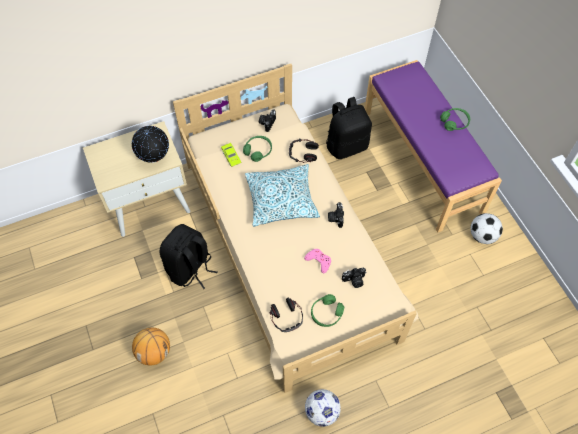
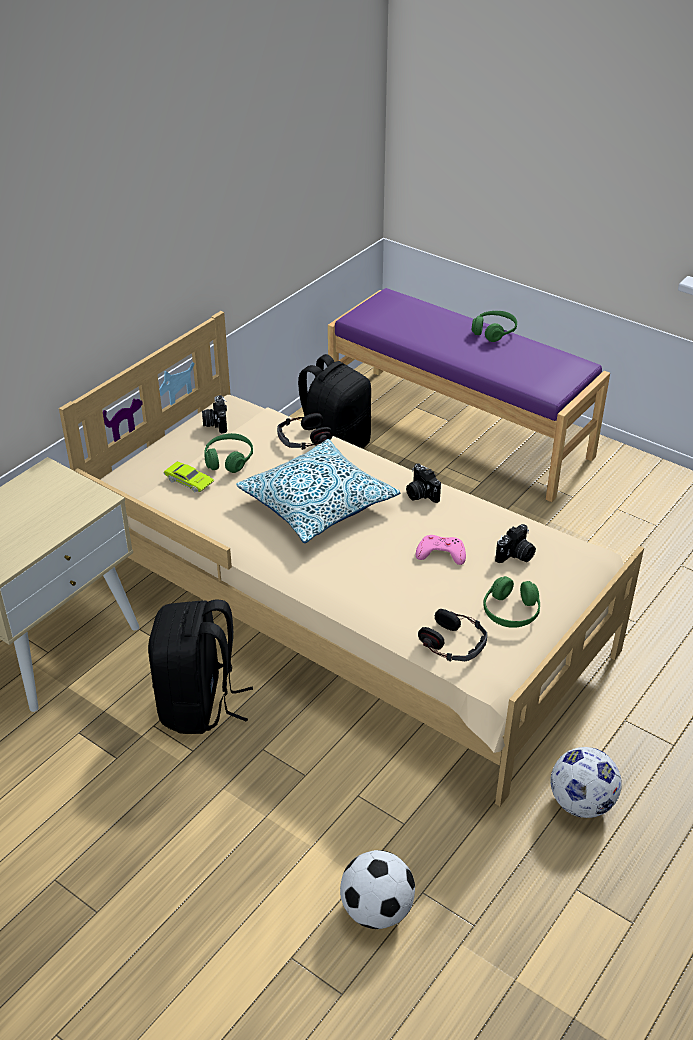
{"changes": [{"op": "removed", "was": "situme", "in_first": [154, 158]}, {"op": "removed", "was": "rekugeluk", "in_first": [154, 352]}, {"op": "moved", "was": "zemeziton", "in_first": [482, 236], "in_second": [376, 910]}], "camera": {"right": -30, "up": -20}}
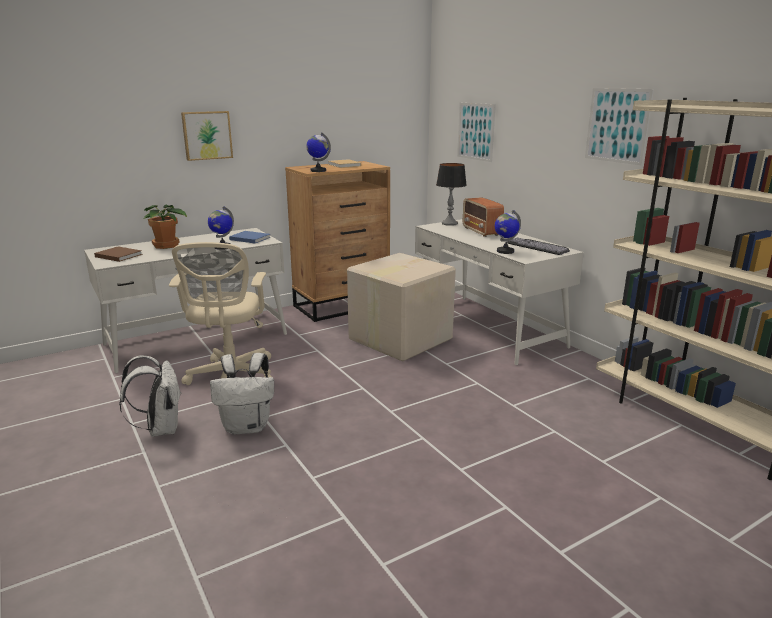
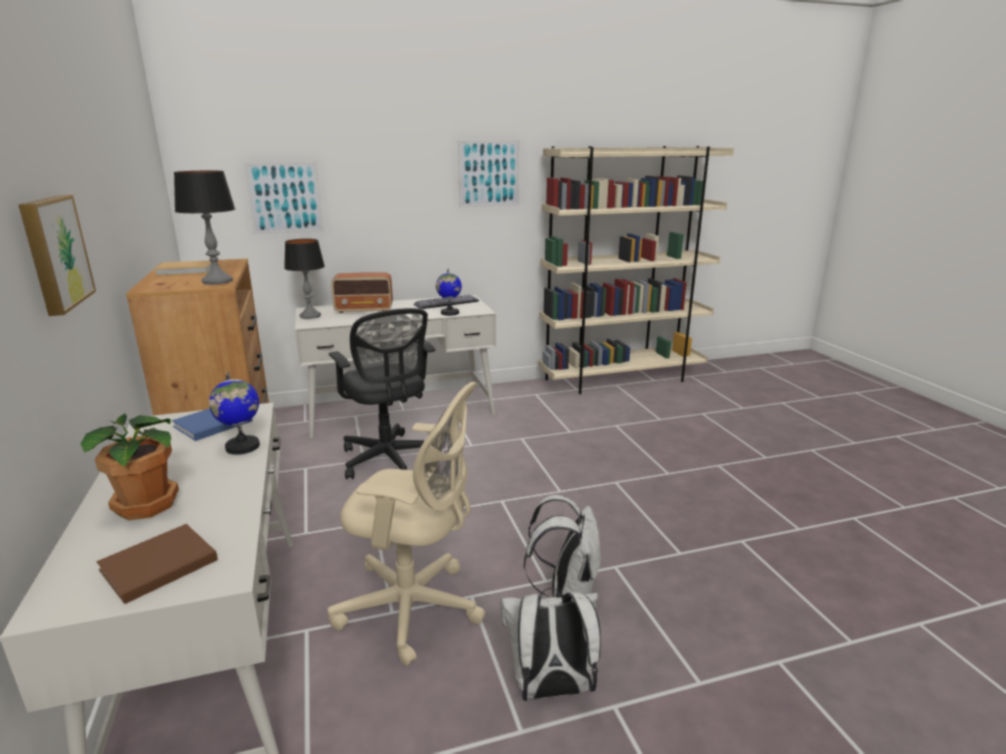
{"changes": [{"op": "replaced", "was": "situme", "now": "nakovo", "in_first": [318, 171], "in_second": [217, 281]}, {"op": "replaced", "was": "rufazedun", "now": "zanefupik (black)", "in_first": [398, 339], "in_second": [389, 461]}], "camera": {"right": -75, "up": 0}}
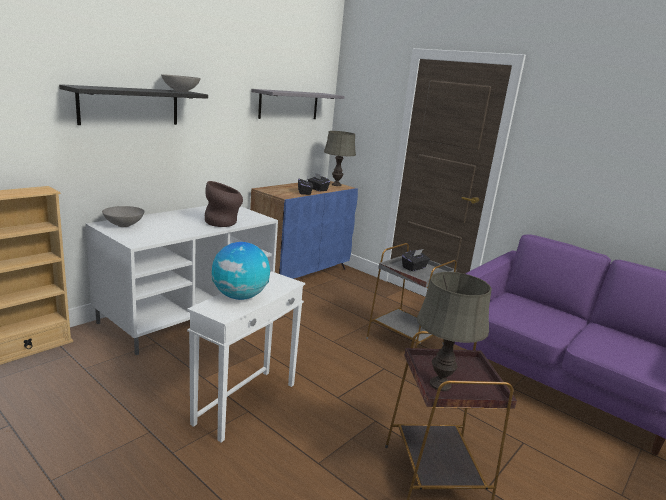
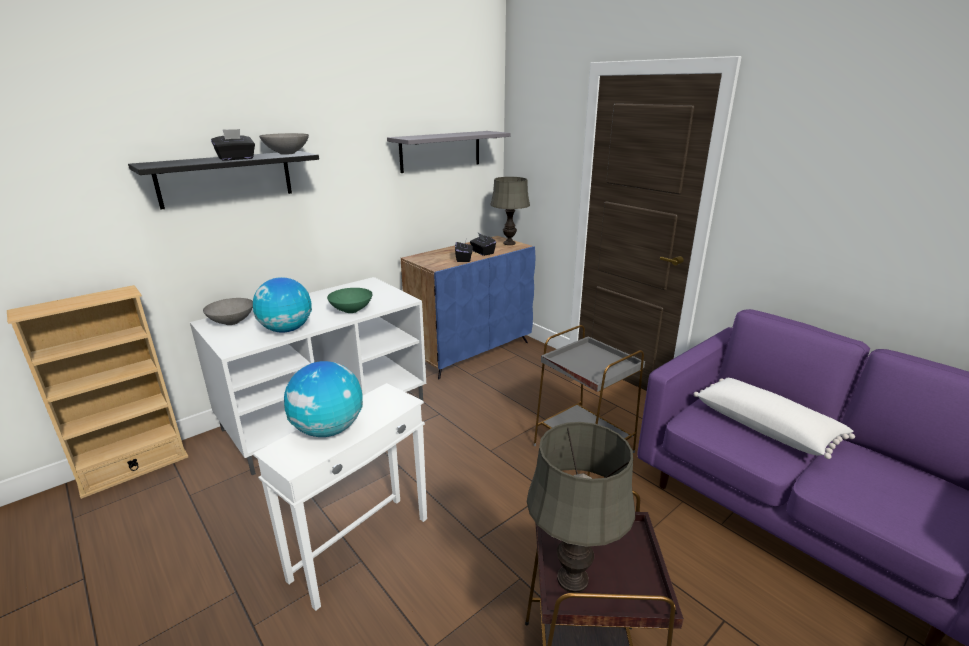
{"changes": [{"op": "added", "now": "situme", "in_second": [286, 330]}, {"op": "added", "now": "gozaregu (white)", "in_second": [766, 427]}, {"op": "moved", "was": "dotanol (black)", "in_first": [414, 268], "in_second": [236, 159]}, {"op": "replaced", "was": "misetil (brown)", "now": "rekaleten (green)", "in_first": [223, 223], "in_second": [352, 310]}], "camera": {"right": 10, "up": 5}}
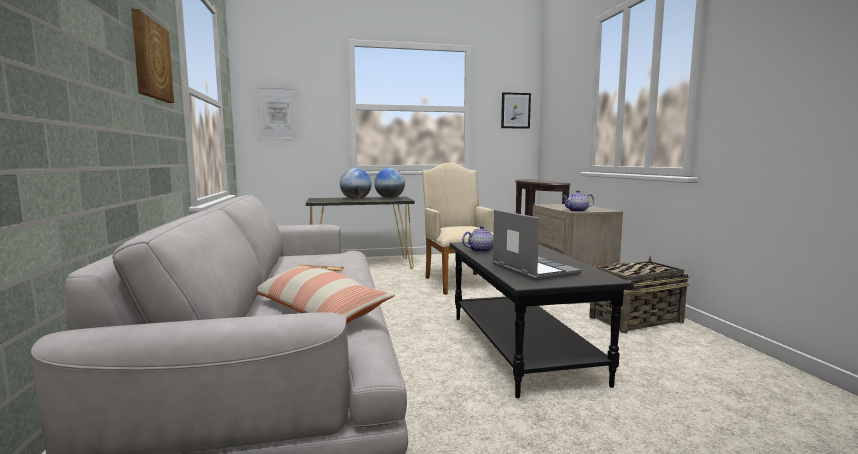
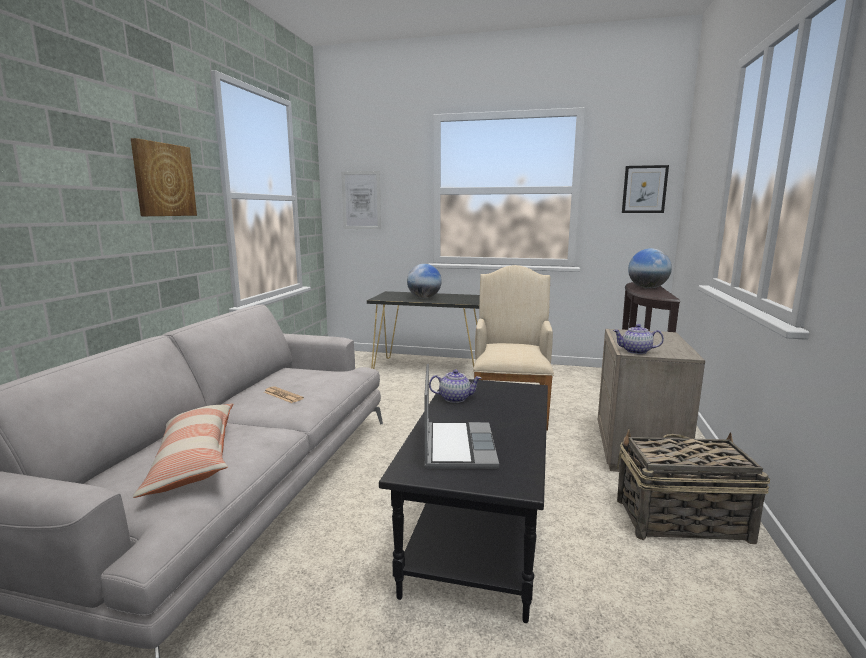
{"changes": [{"op": "moved", "was": "situme", "in_first": [389, 198], "in_second": [647, 288]}], "camera": {"right": 25, "up": 5}}
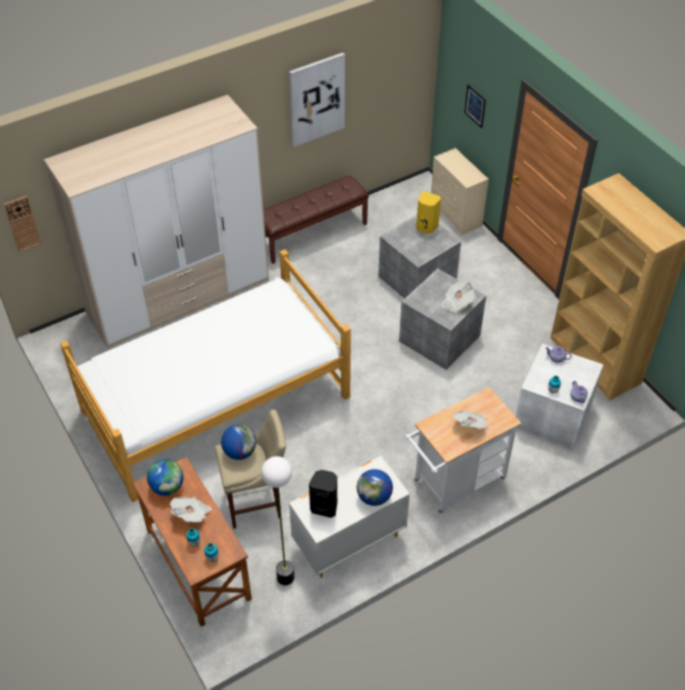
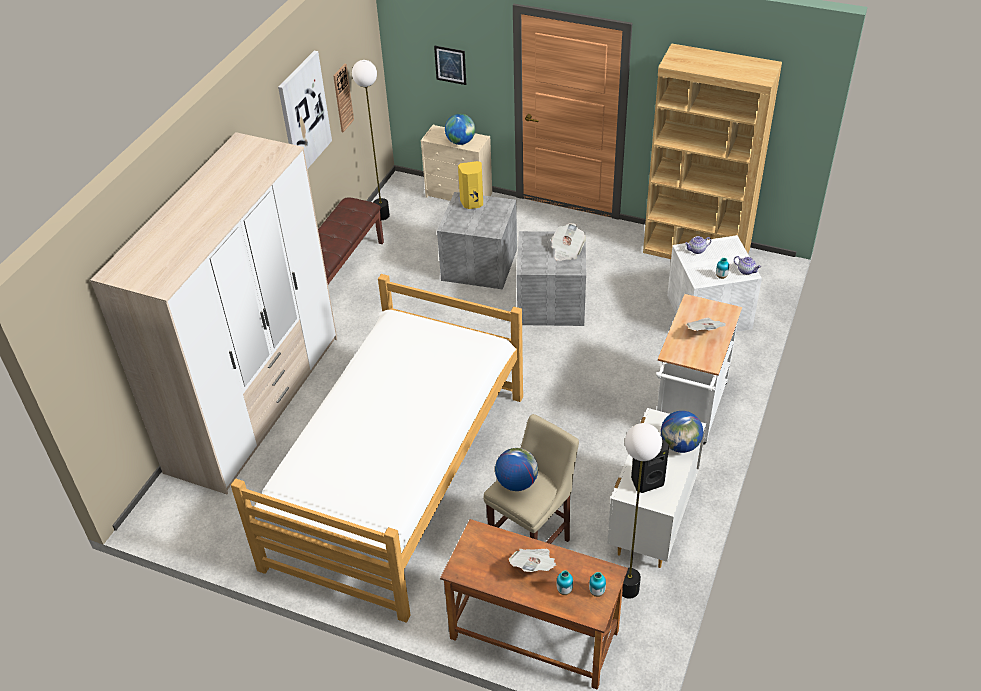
{"changes": [{"op": "added", "now": "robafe", "in_second": [382, 215]}, {"op": "moved", "was": "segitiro", "in_first": [22, 223], "in_second": [343, 98]}, {"op": "moved", "was": "situme", "in_first": [167, 487], "in_second": [460, 142]}], "camera": {"right": -35, "up": -5}}
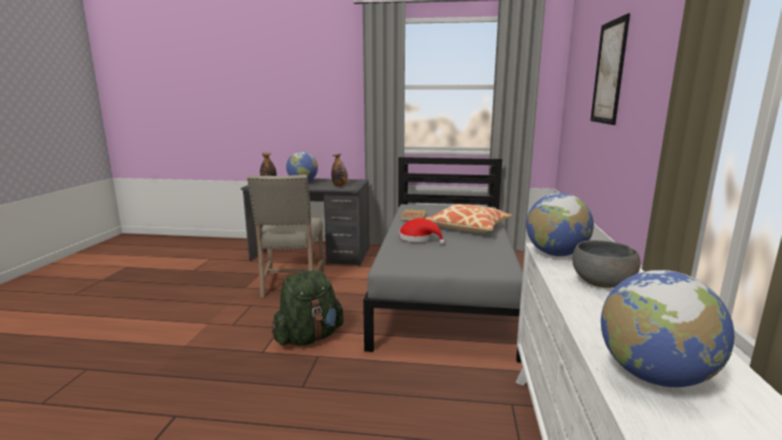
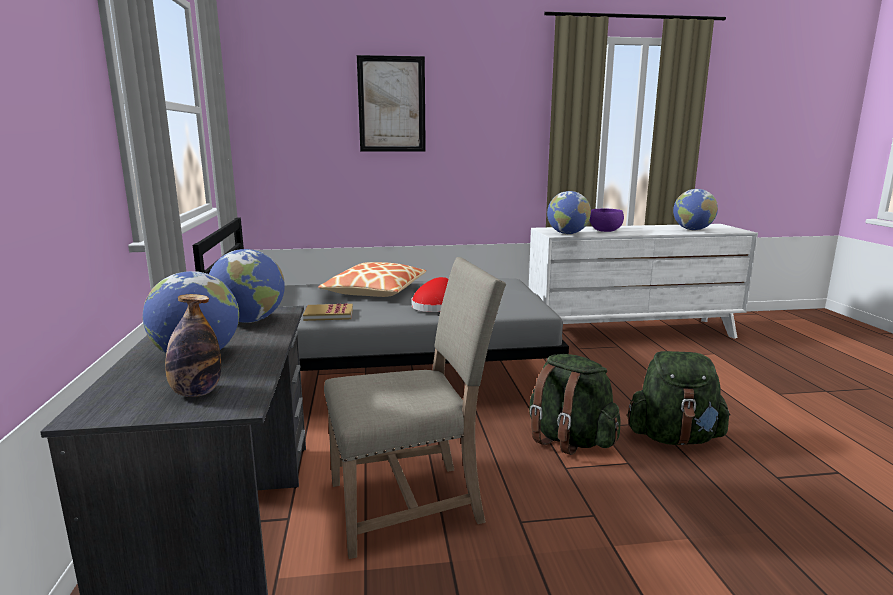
{"changes": [{"op": "added", "now": "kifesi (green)", "in_second": [674, 438]}, {"op": "replaced", "was": "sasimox", "now": "situme", "in_first": [340, 186], "in_second": [249, 321]}, {"op": "recoloured", "was": "rekaleten (grey)", "now": "rekaleten (purple)", "in_first": [602, 282], "in_second": [605, 230]}], "camera": {"right": -105, "up": 0}}
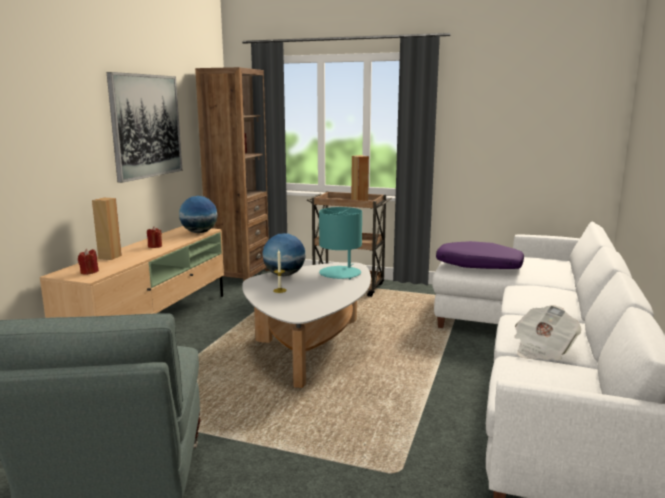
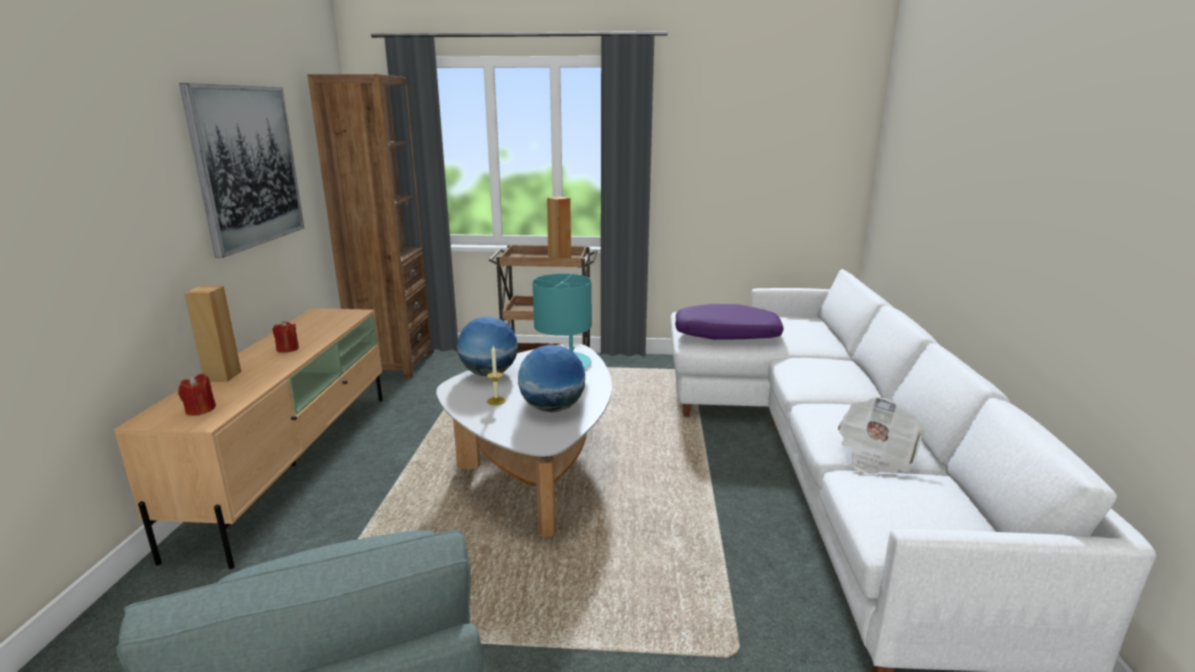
{"changes": [{"op": "moved", "was": "situme", "in_first": [199, 232], "in_second": [552, 408]}], "camera": {"right": -15, "up": 5}}
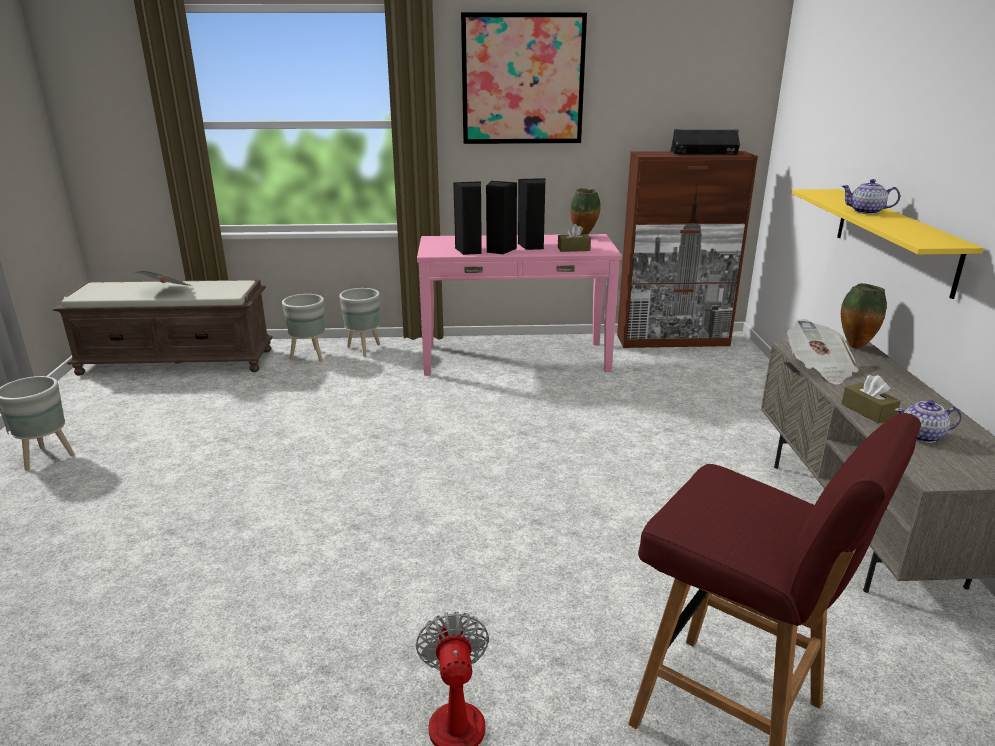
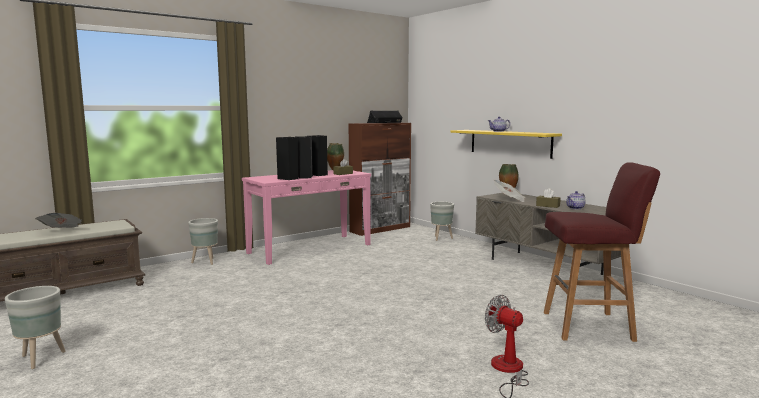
{"changes": [{"op": "removed", "was": "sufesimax", "in_first": [522, 79]}, {"op": "moved", "was": "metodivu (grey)", "in_first": [309, 356], "in_second": [441, 238]}], "camera": {"right": -35, "up": -15}}
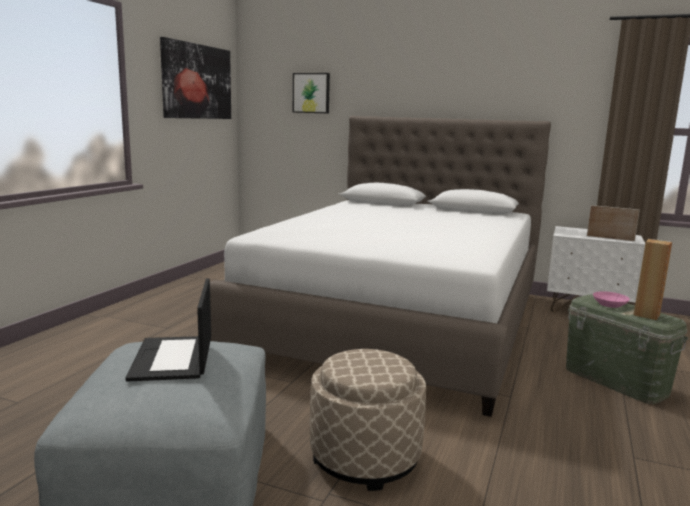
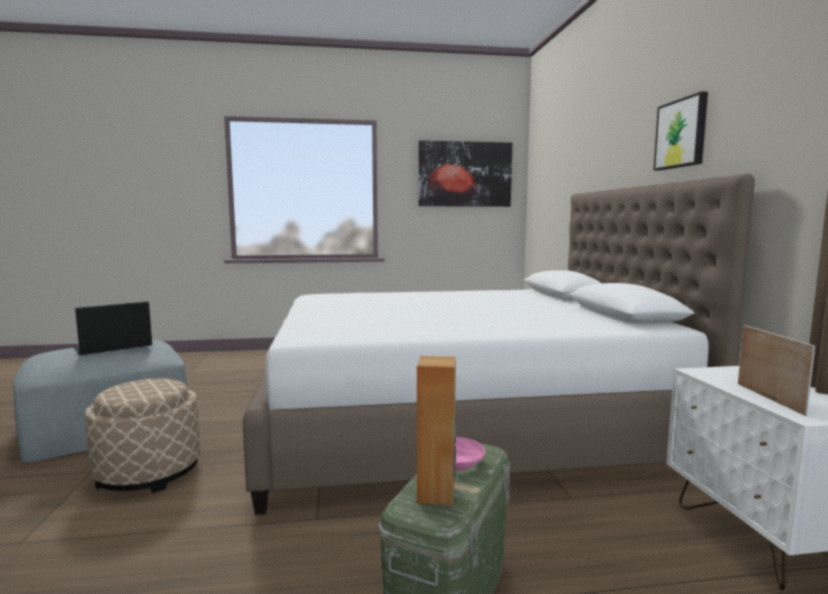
{"changes": [{"op": "moved", "was": "sufesimax", "in_first": [311, 93], "in_second": [682, 134]}], "camera": {"right": 60, "up": -5}}
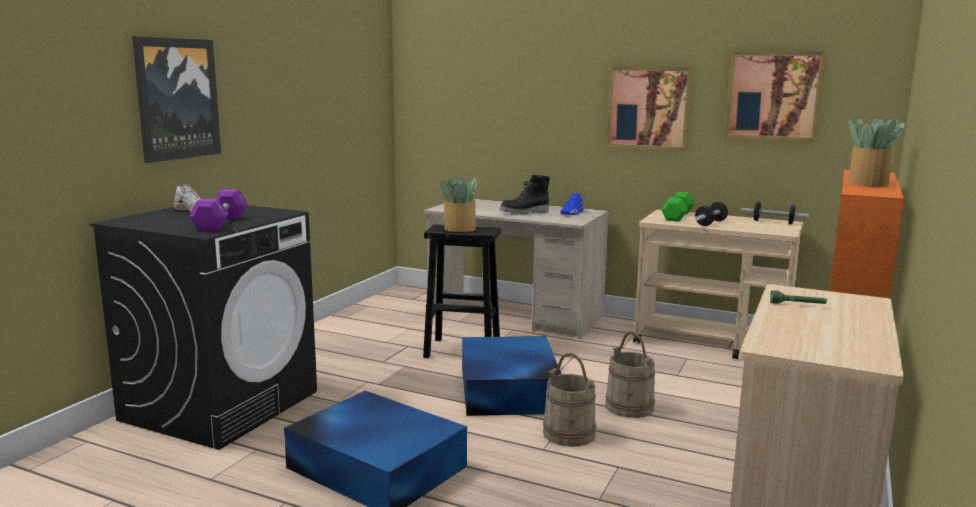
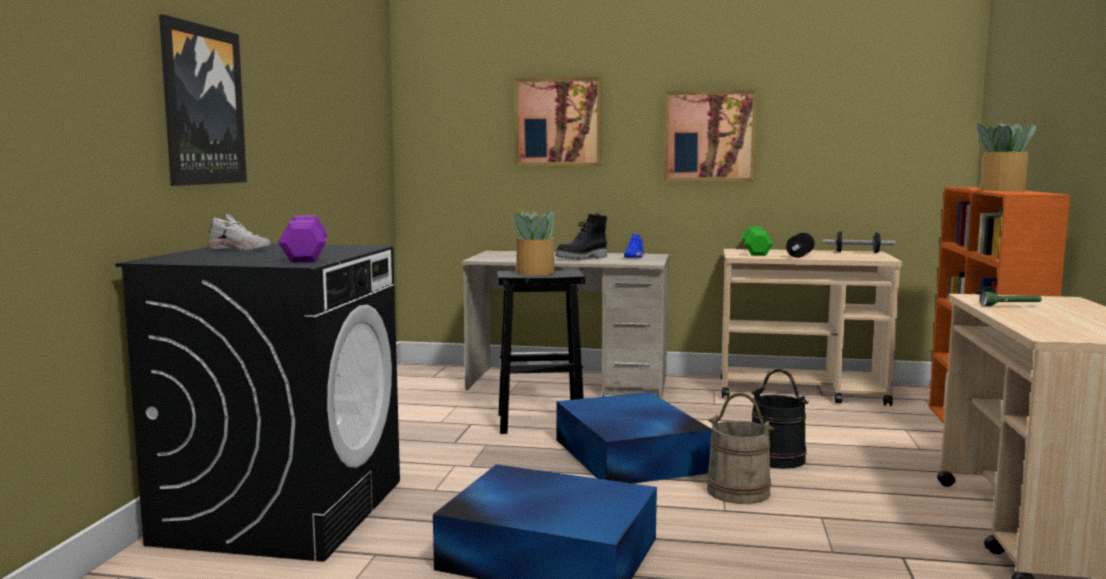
{"changes": [{"op": "moved", "was": "sufesimax", "in_first": [773, 96], "in_second": [558, 122]}, {"op": "recoloured", "was": "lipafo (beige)", "now": "lipafo (black)", "in_first": [629, 407], "in_second": [777, 458]}], "camera": {"right": -15, "up": -5}}
